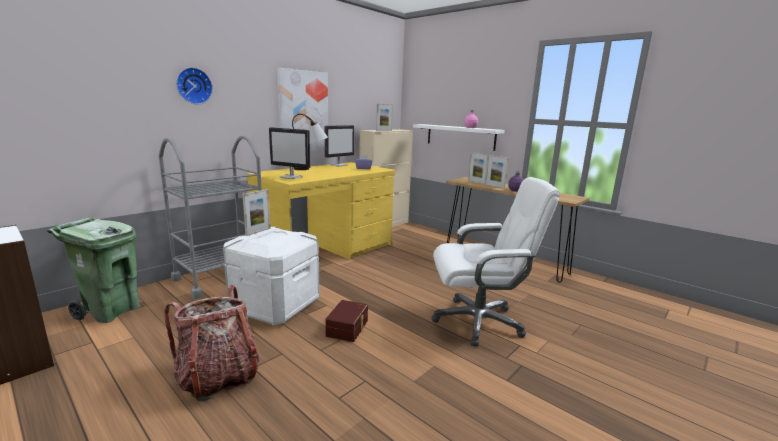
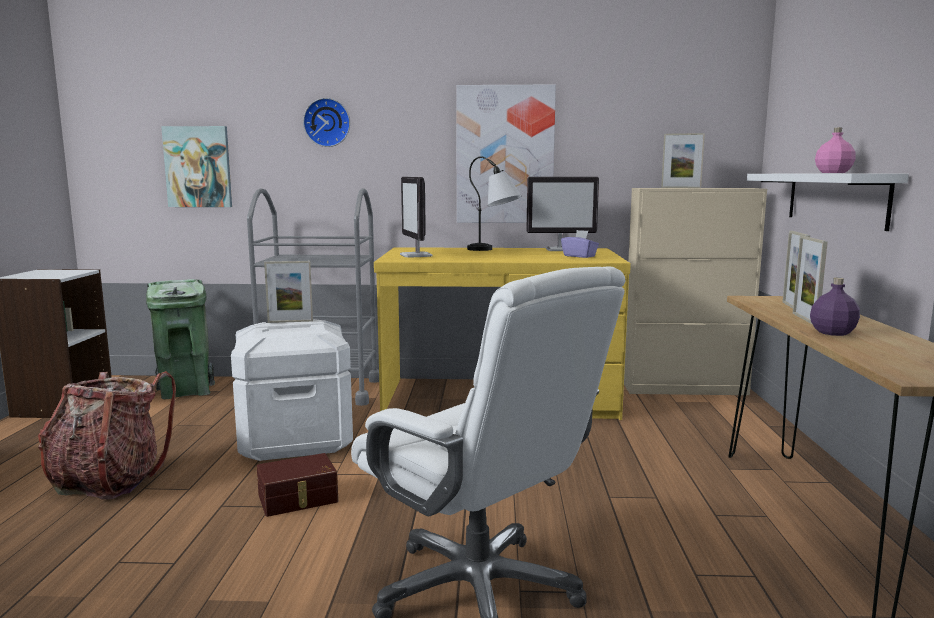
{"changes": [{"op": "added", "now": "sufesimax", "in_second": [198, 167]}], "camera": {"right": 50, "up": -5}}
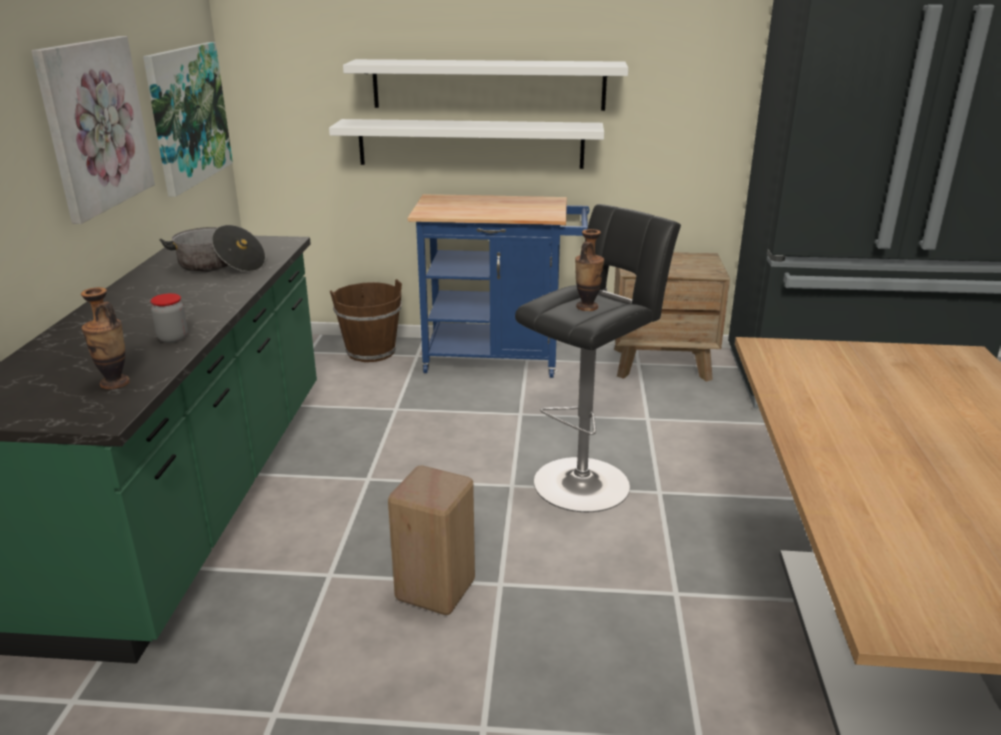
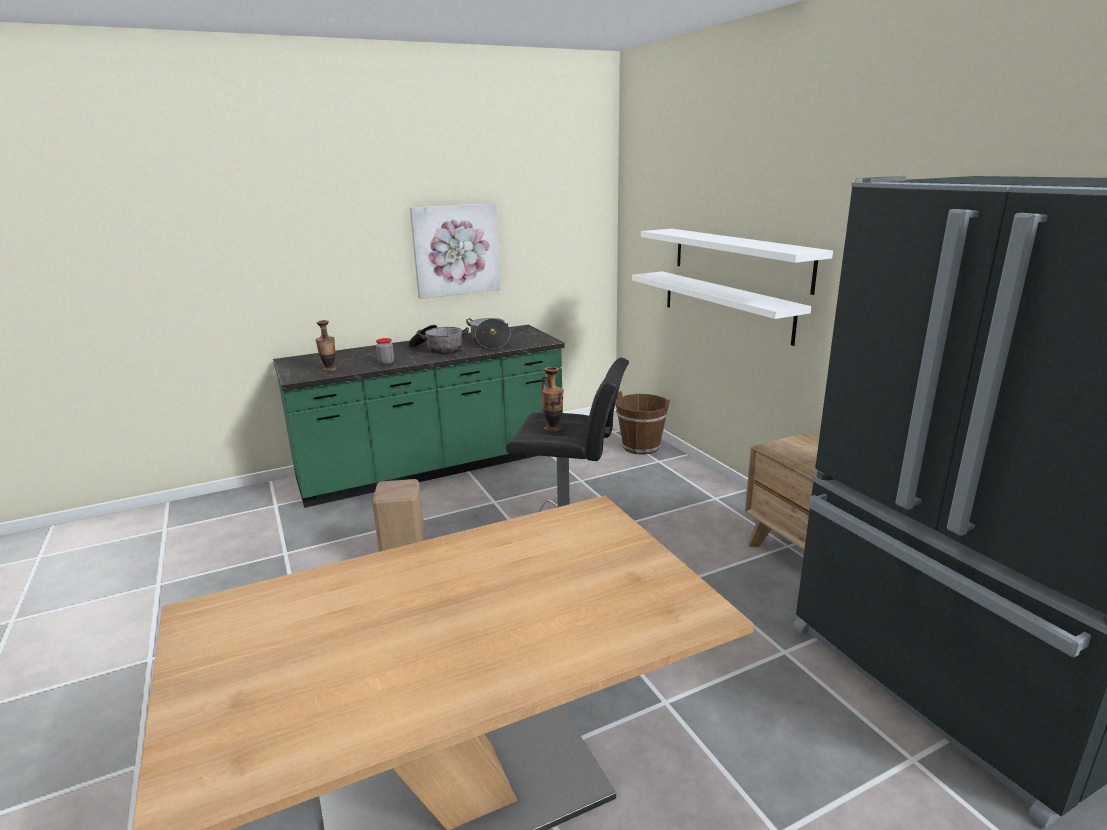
{"changes": [{"op": "removed", "was": "sufesimax", "in_first": [188, 115]}, {"op": "removed", "was": "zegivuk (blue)", "in_first": [501, 359]}, {"op": "added", "now": "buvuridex", "in_second": [437, 349]}], "camera": {"right": 60, "up": -5}}
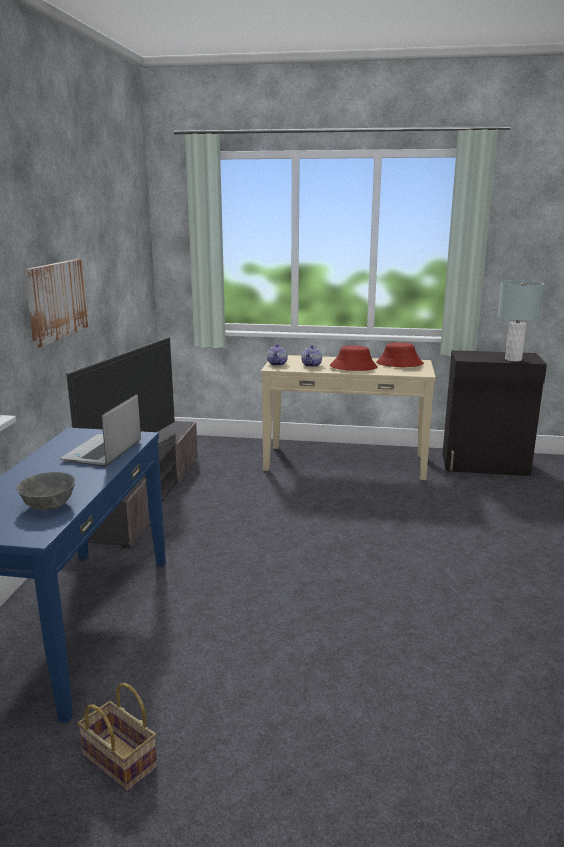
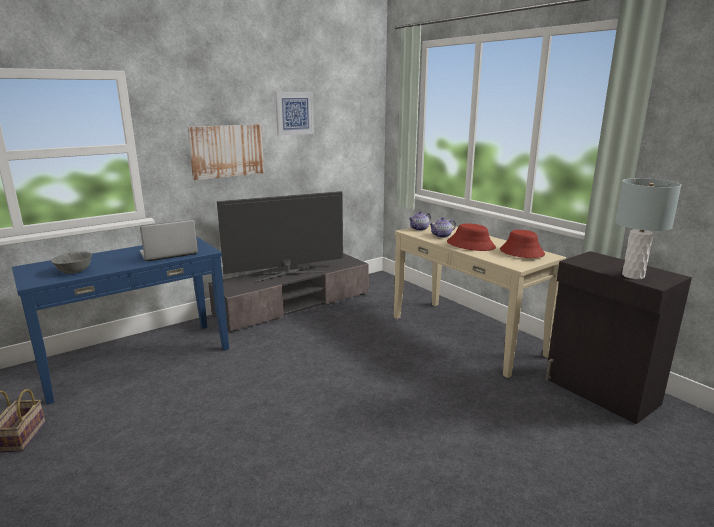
{"changes": [{"op": "added", "now": "sufesimax", "in_second": [294, 113]}], "camera": {"right": 45, "up": 0}}
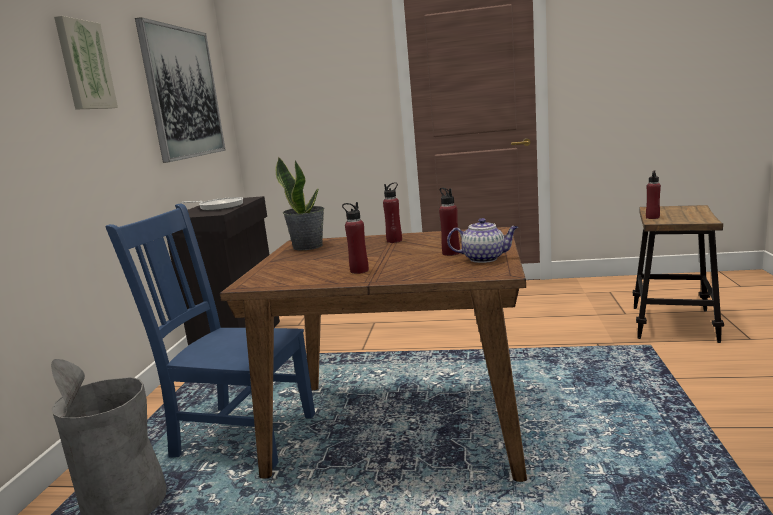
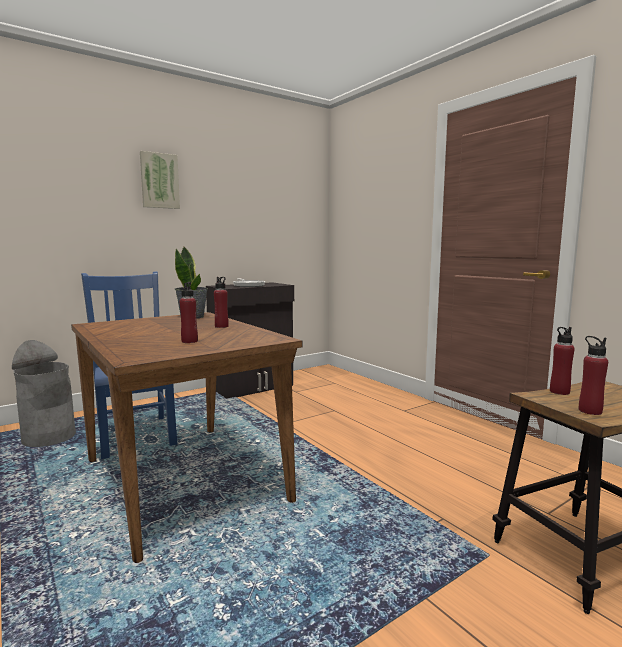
{"changes": [{"op": "removed", "was": "sufesimax", "in_first": [183, 93]}, {"op": "removed", "was": "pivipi", "in_first": [484, 258]}, {"op": "moved", "was": "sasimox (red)", "in_first": [359, 271], "in_second": [590, 411]}], "camera": {"right": 45, "up": -5}}
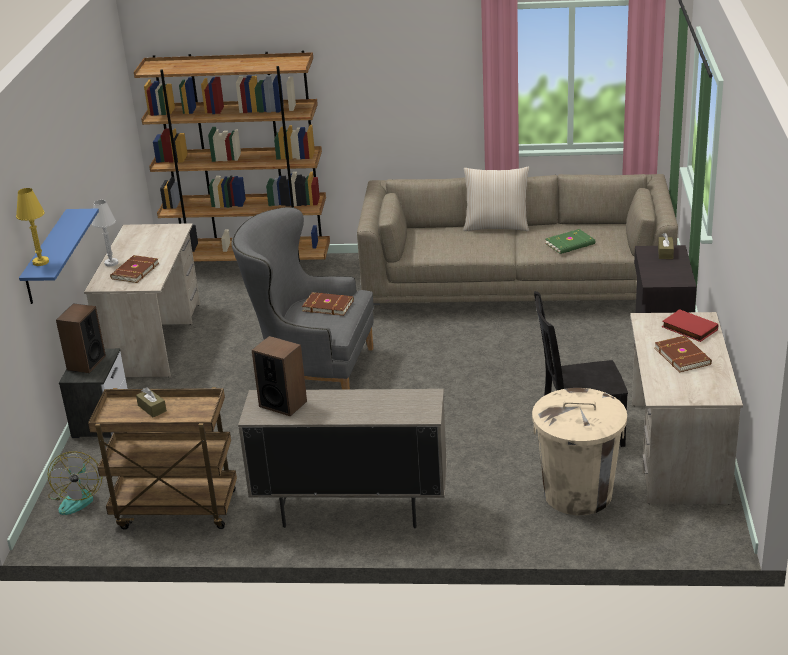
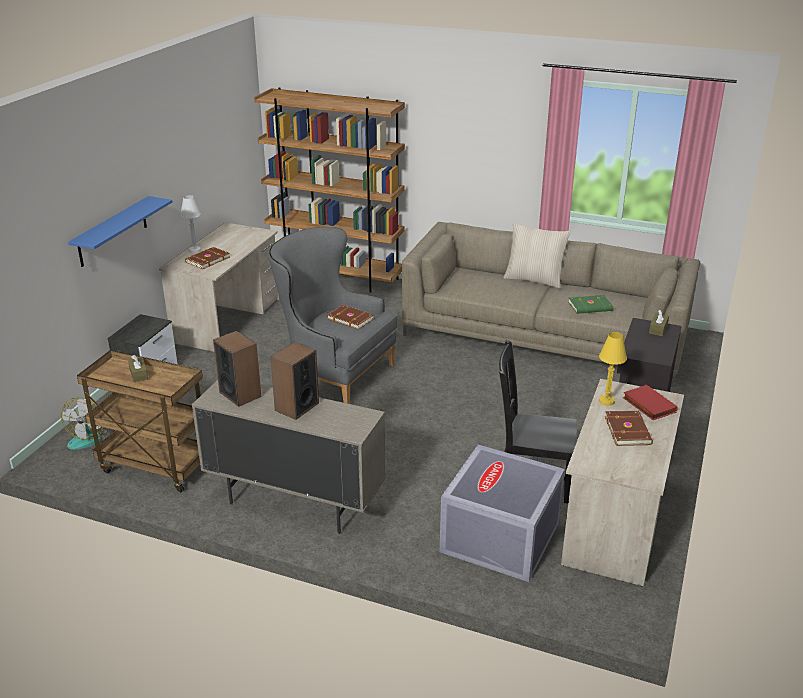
{"changes": [{"op": "moved", "was": "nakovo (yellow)", "in_first": [40, 262], "in_second": [606, 401]}, {"op": "moved", "was": "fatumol", "in_first": [86, 363], "in_second": [296, 407]}, {"op": "replaced", "was": "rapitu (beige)", "now": "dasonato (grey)", "in_first": [578, 494], "in_second": [501, 538]}], "camera": {"right": 15, "up": 0}}
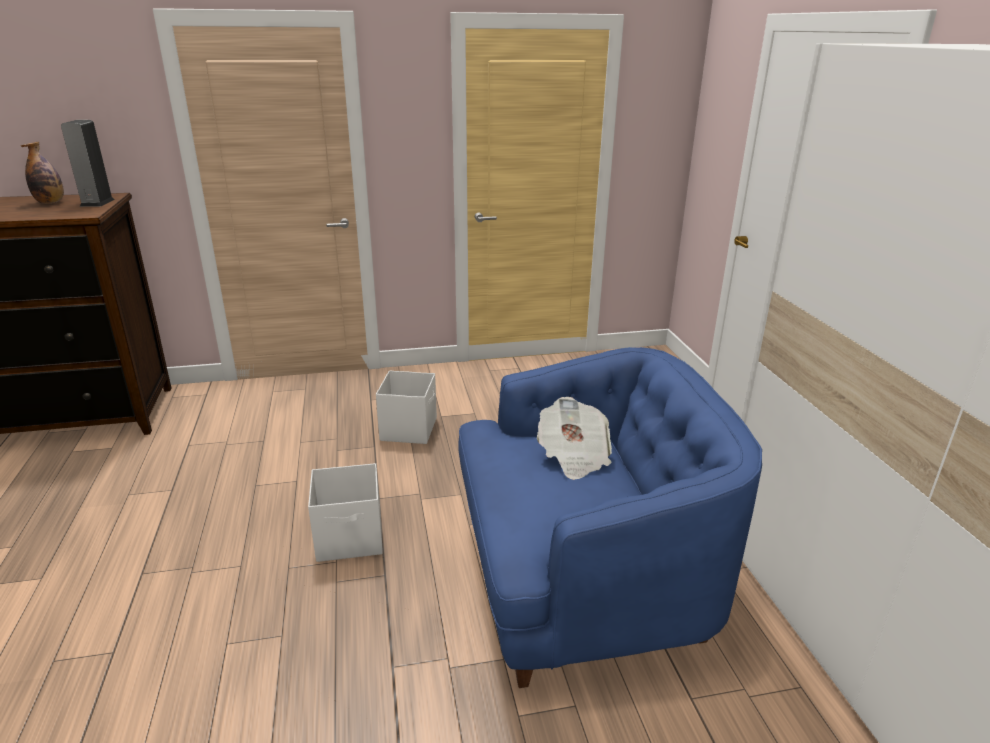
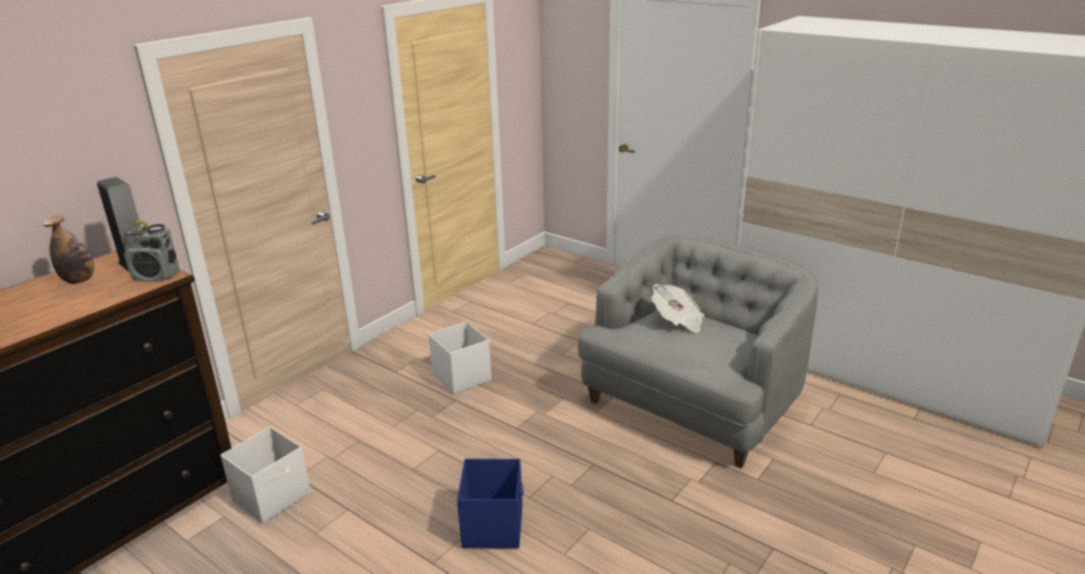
{"changes": [{"op": "added", "now": "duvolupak", "in_second": [157, 277]}, {"op": "added", "now": "dasonato (blue)", "in_second": [493, 526]}, {"op": "moved", "was": "dasonato (white)", "in_first": [351, 538], "in_second": [273, 497]}, {"op": "recoloured", "was": "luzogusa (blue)", "now": "luzogusa (grey)", "in_first": [580, 576], "in_second": [693, 402]}], "camera": {"right": -40, "up": 0}}
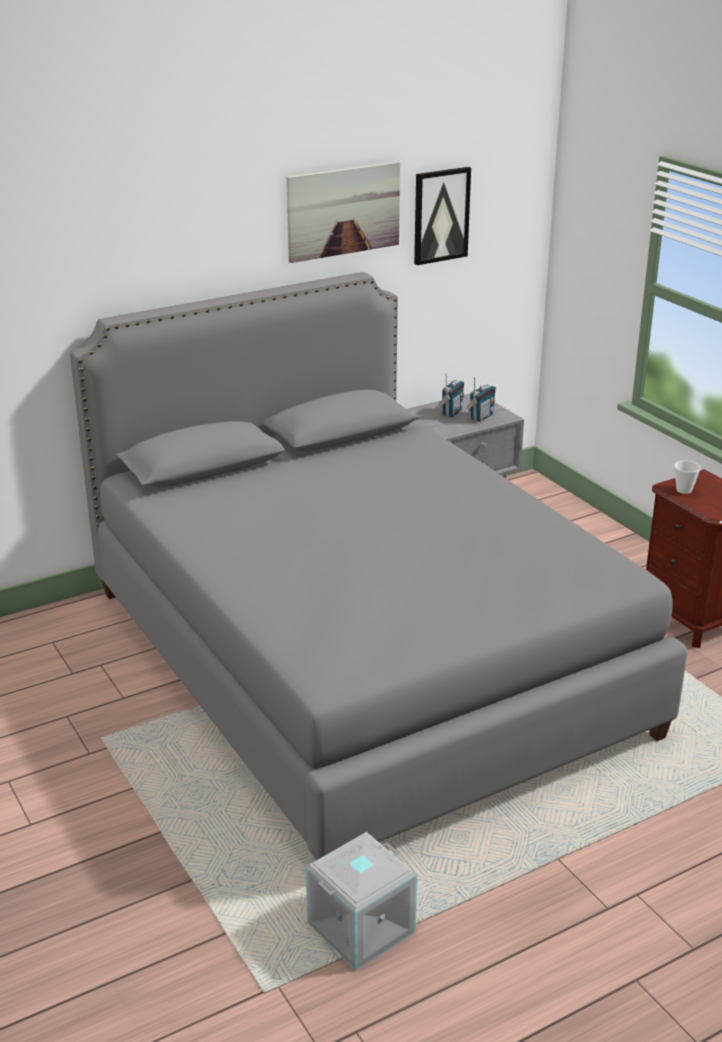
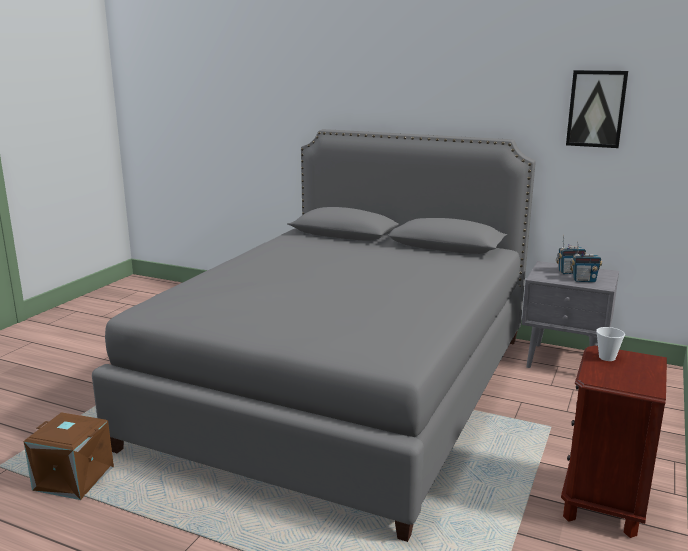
{"changes": [{"op": "removed", "was": "sufesimax", "in_first": [343, 211]}, {"op": "recoloured", "was": "dasonato (grey)", "now": "dasonato (brown)", "in_first": [361, 929], "in_second": [72, 479]}], "camera": {"right": 55, "up": -10}}
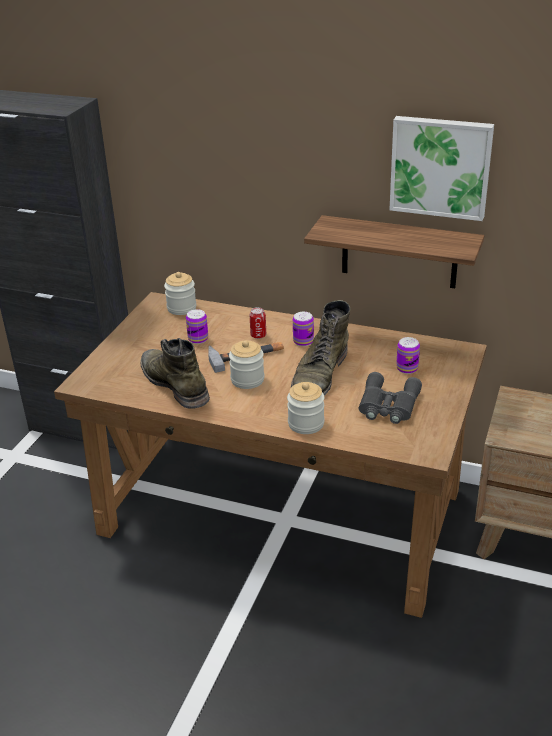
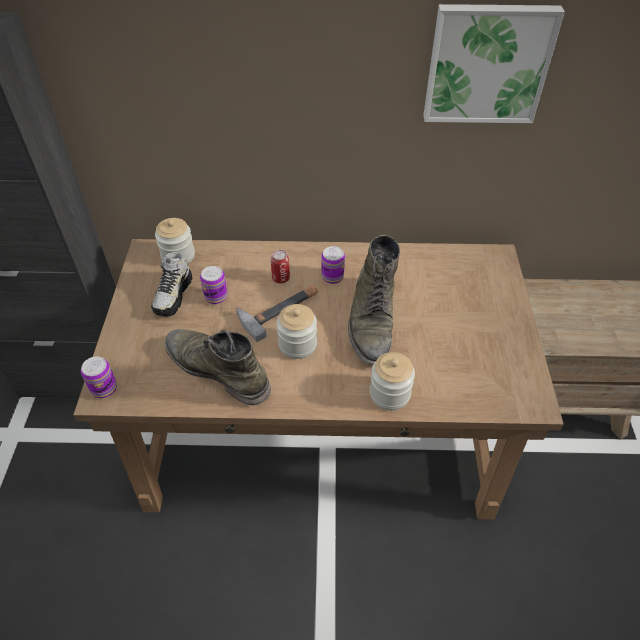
{"changes": [{"op": "removed", "was": "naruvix", "in_first": [399, 252]}, {"op": "removed", "was": "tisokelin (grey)", "in_first": [388, 405]}, {"op": "added", "now": "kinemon", "in_second": [173, 295]}, {"op": "moved", "was": "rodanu", "in_first": [407, 368], "in_second": [104, 388]}], "camera": {"right": -20, "up": 15}}
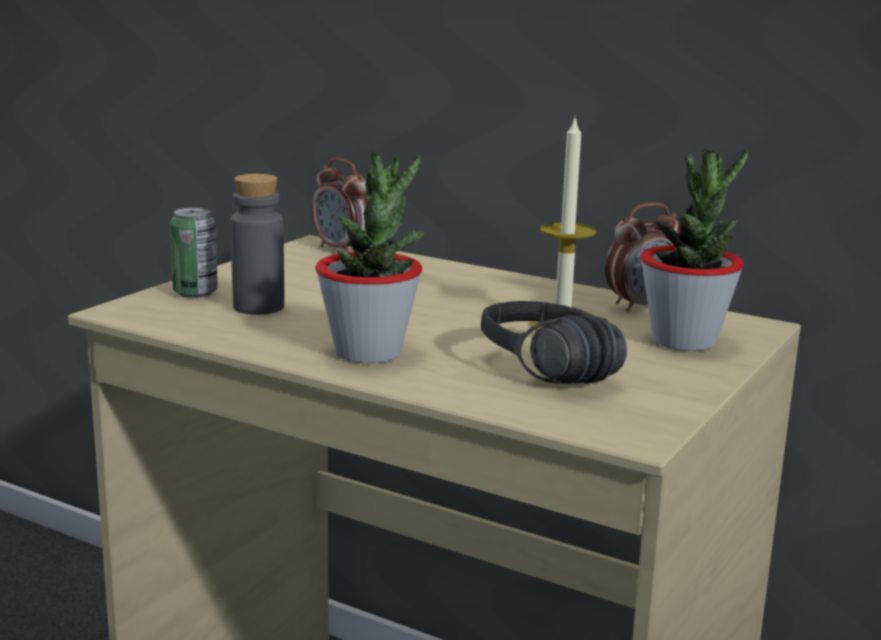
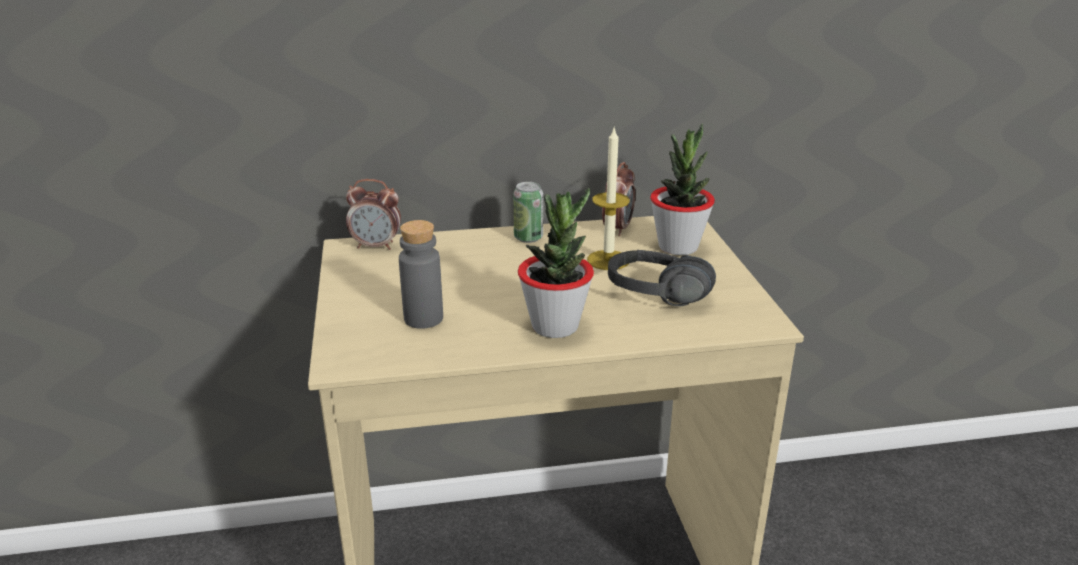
{"changes": [{"op": "moved", "was": "rodanu", "in_first": [195, 293], "in_second": [528, 238]}], "camera": {"right": -40, "up": 10}}
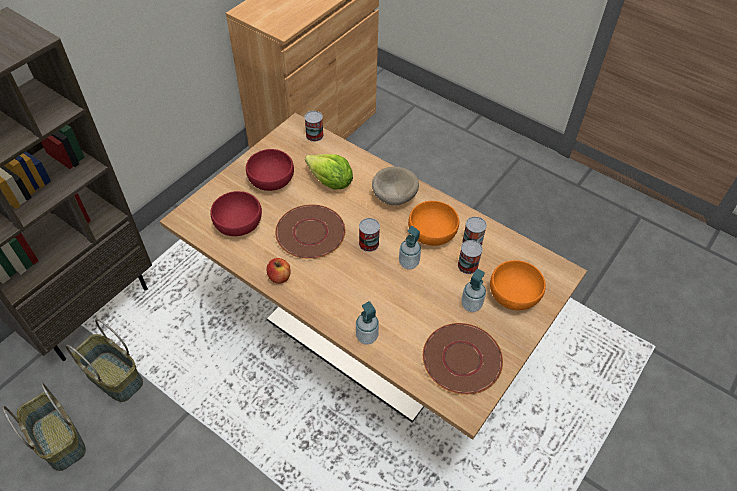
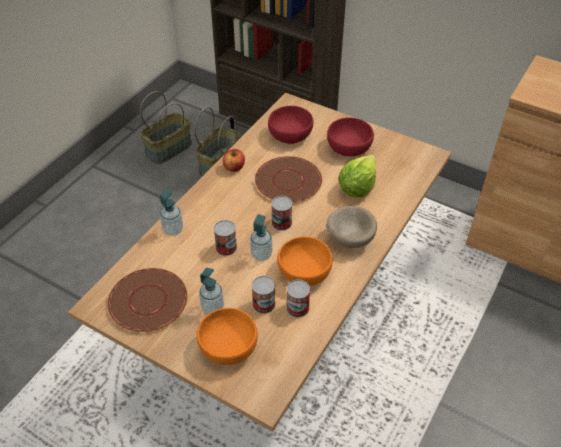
{"changes": [{"op": "moved", "was": "rodanu", "in_first": [314, 135], "in_second": [226, 247]}], "camera": {"right": 85, "up": -5}}
